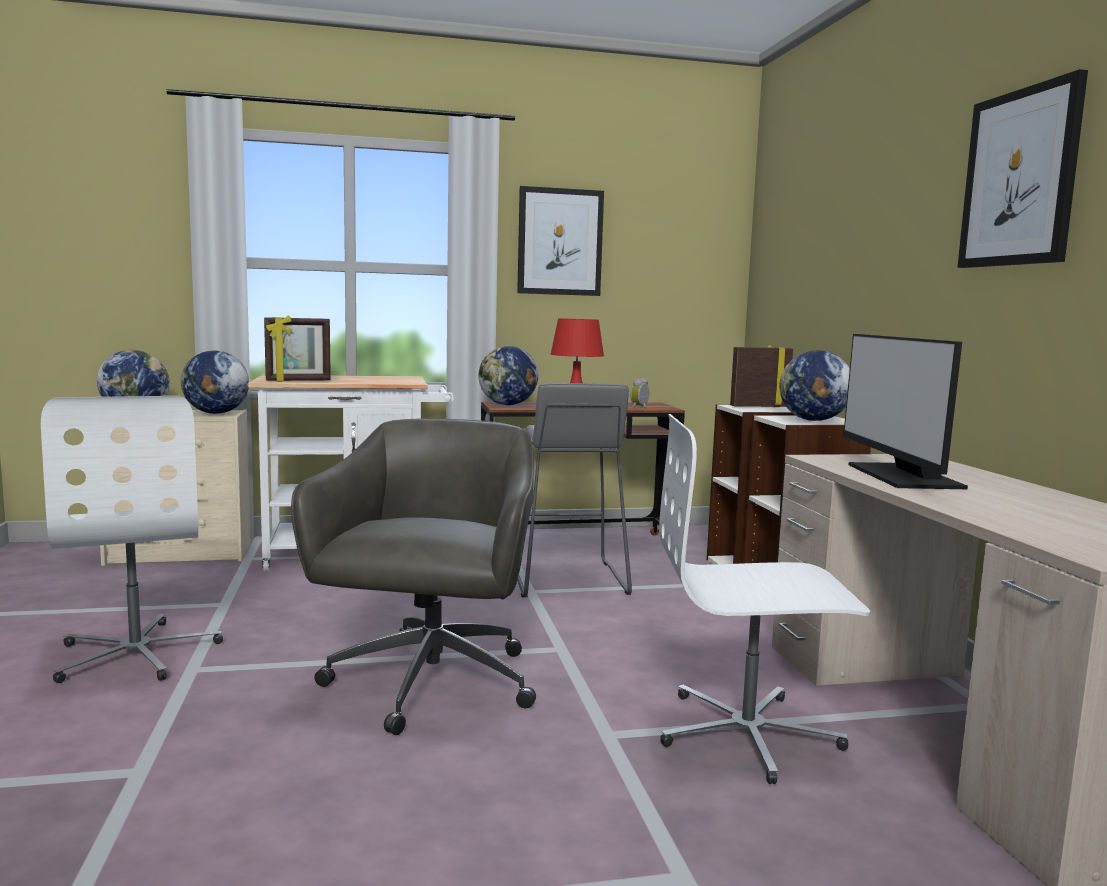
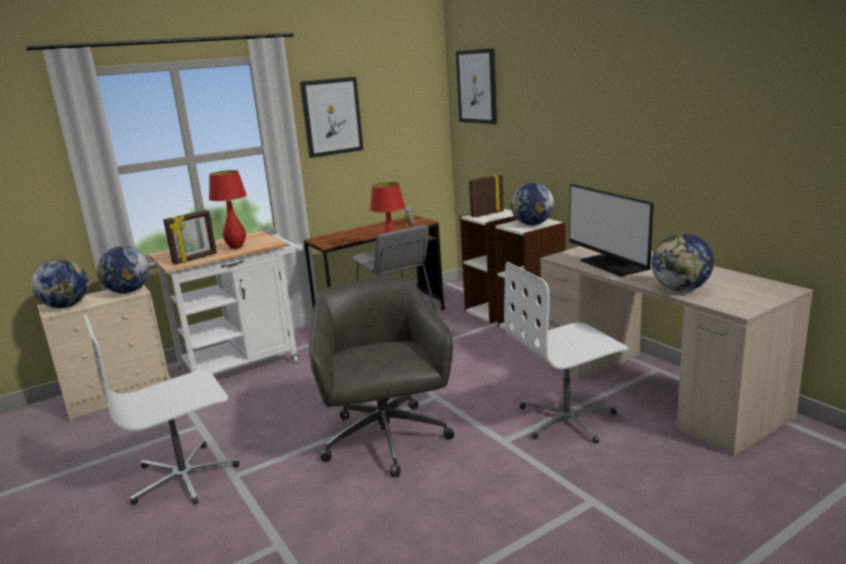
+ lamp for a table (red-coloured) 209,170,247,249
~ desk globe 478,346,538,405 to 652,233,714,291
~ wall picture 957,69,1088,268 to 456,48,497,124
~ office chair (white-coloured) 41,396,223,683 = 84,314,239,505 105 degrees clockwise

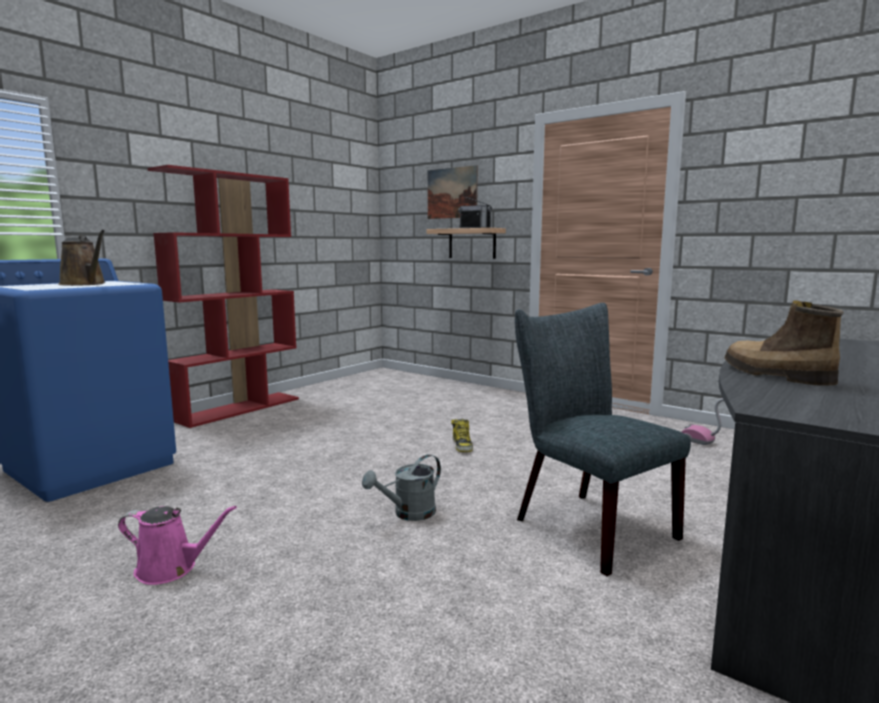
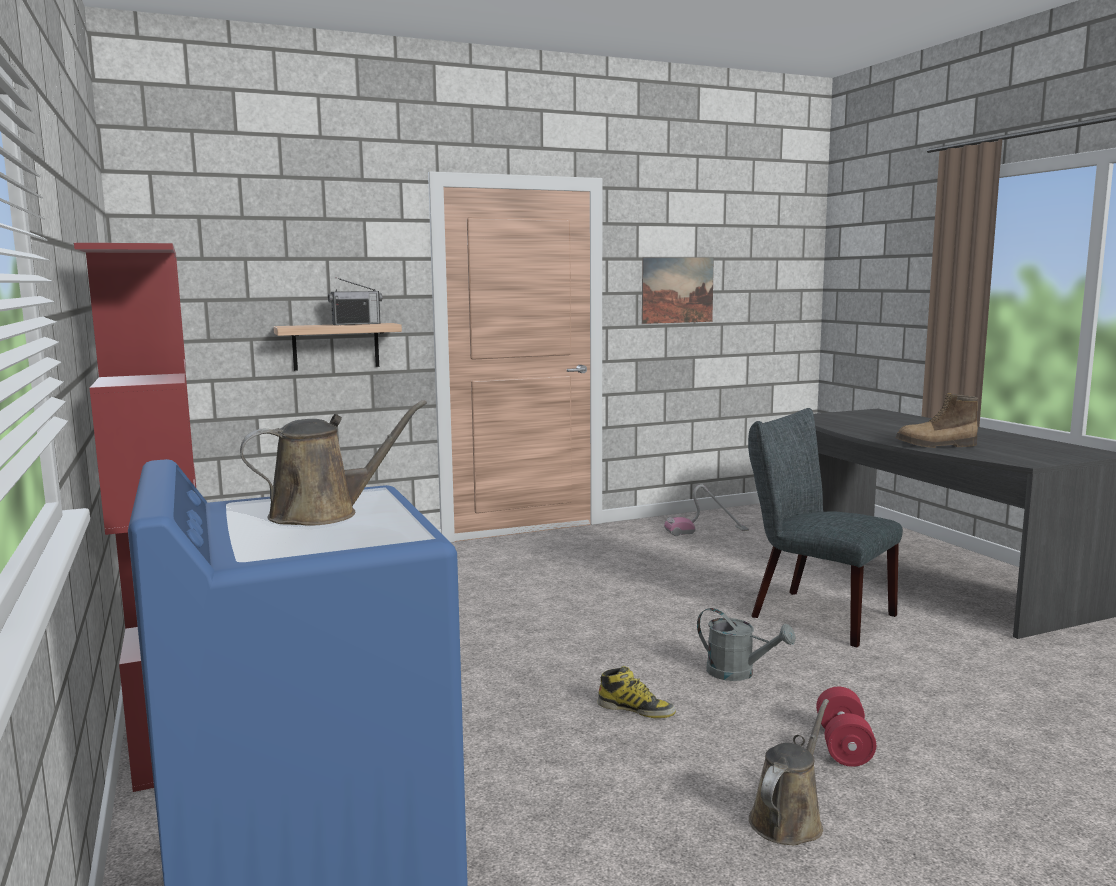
+ hand weight (red-coloured) 816,687,876,767
~ wall picture 428,165,478,219 to 642,257,714,324
~ high-top boot 451,419,473,452 to 597,666,676,718
~ watering pot (pink) 118,506,237,585 to watering pot (brownish) 749,699,829,845
~ watering pot (grey) 362,454,441,521 = 697,608,796,681 45 degrees counterclockwise
~ chair (grey) 515,303,691,576 = 748,408,903,647 45 degrees clockwise

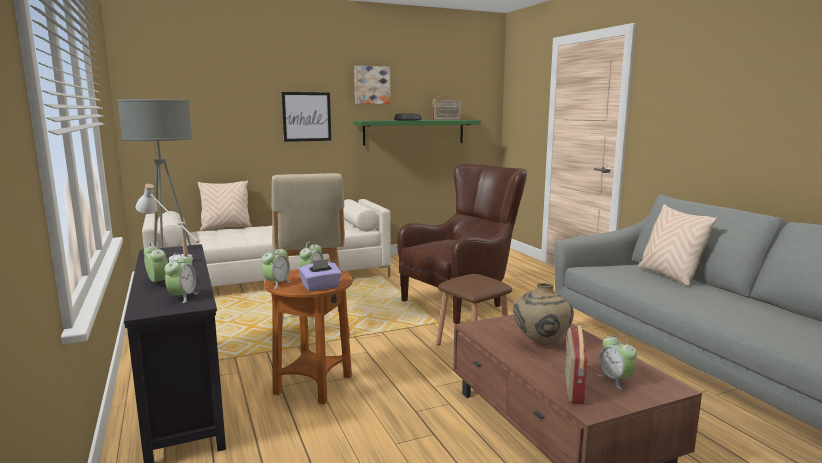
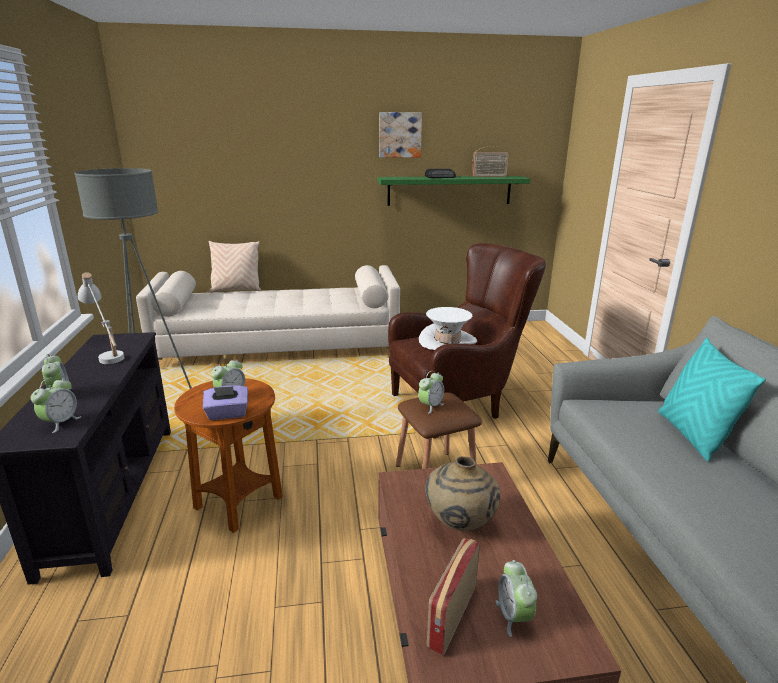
- stool (beige-coloured) 271,173,350,337
- wall picture 282,92,331,142
+ hat (white-coloured) 419,307,477,350
~ alarm clock 262,246,291,289 to 418,371,444,414
~ pillow (beige-coloured) 638,204,717,286 to pillow (turquoise-coloured) 658,338,766,462

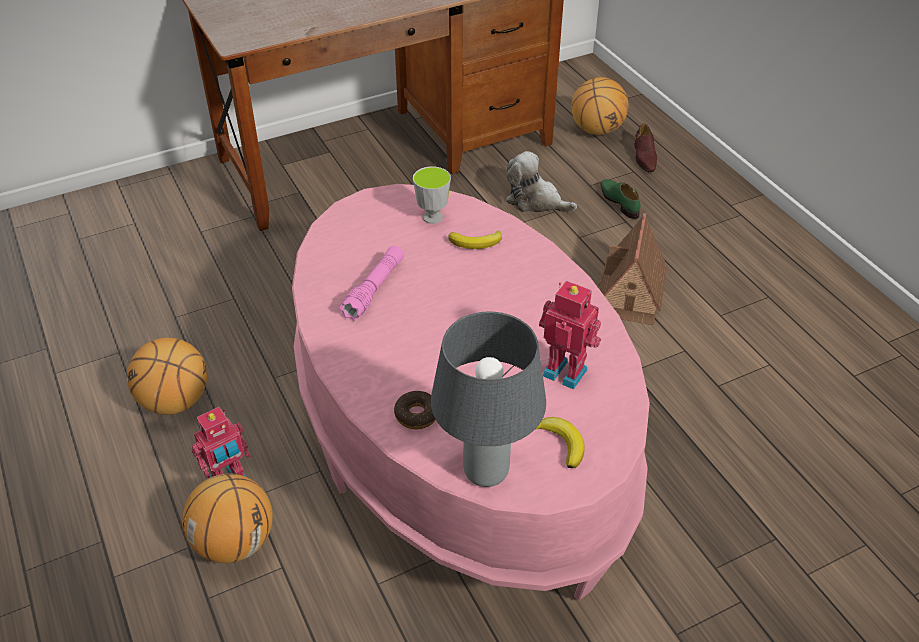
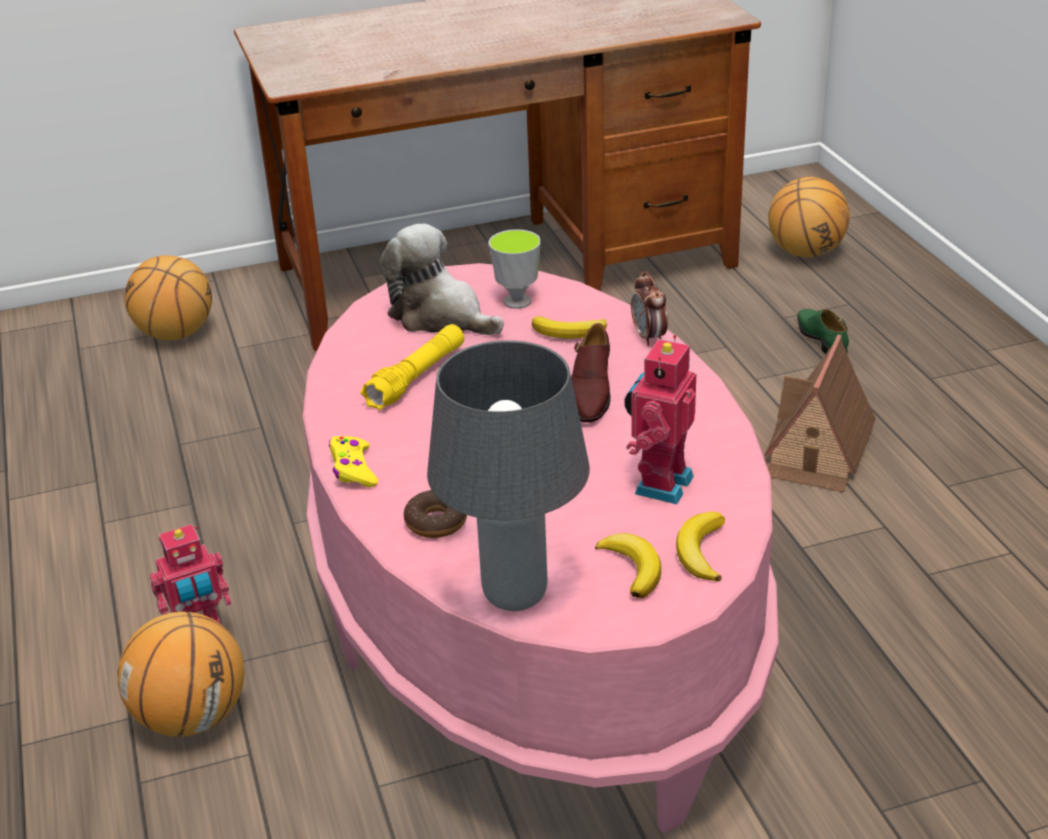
+ joypad (yellow) 329,436,378,487
+ alarm clock 631,271,668,346
+ banana fruit 676,511,725,582
~ ball for basketball 127,338,207,415 to 125,255,212,340
~ cuddly toy 506,151,577,212 to 380,223,504,335
~ low shoe (brownish) 634,123,657,172 to 571,323,611,423
~ torch (pink) 339,246,404,321 to torch (yellow) 360,324,464,410
~ toy robot 539,281,601,390 = 625,335,696,504 105 degrees counterclockwise

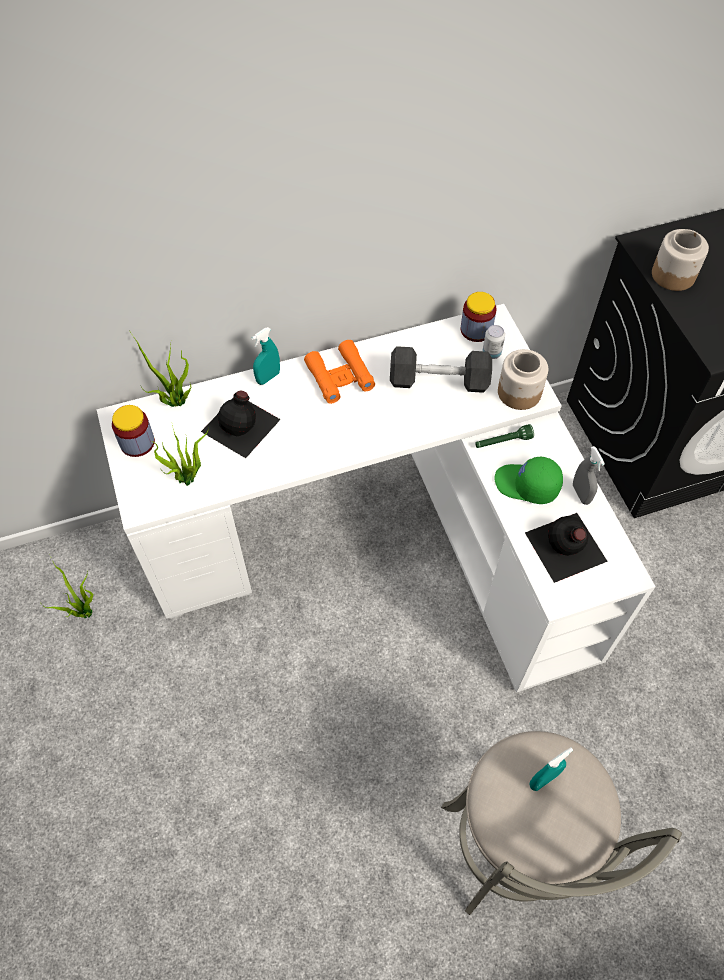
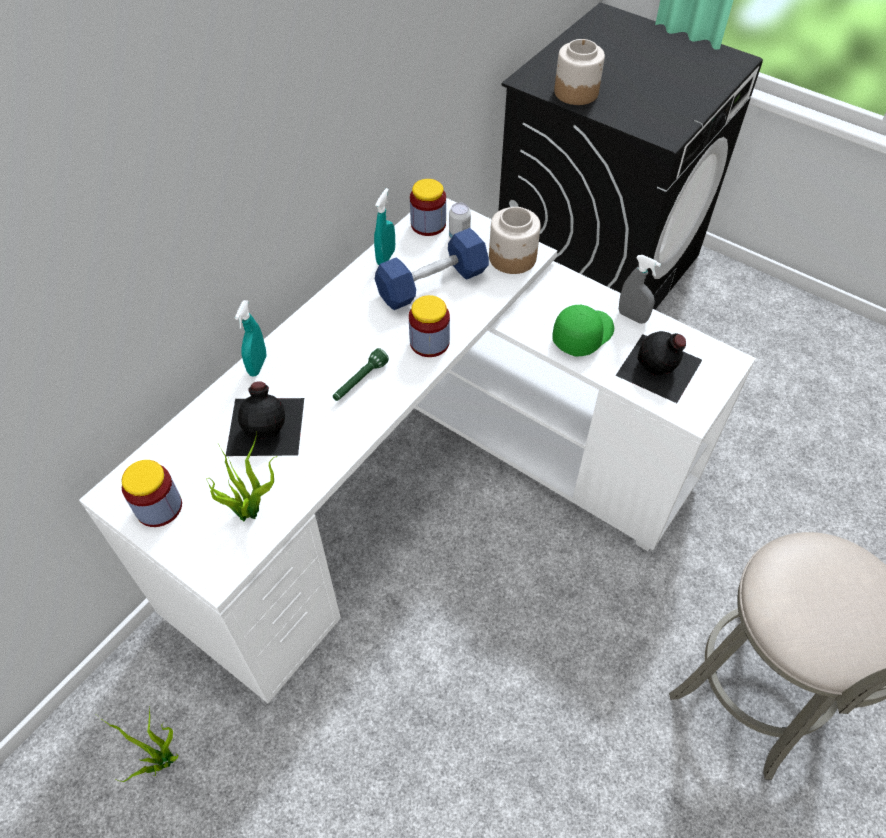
- houseplant 130,332,191,407
- pair of binoculars (orange-coloured) 304,340,375,404
+ storage jar 409,295,450,357
~ torch (greenish) 475,424,534,448 to 333,348,389,401
~ spray bottle (turquoise-coloured) 529,748,573,791 to 374,188,395,265
~ hand weight (grey) 390,346,492,393 to hand weight (bluish) 375,228,489,310
~ cap (greenish) 494,457,563,504 = 552,304,614,356 150 degrees clockwise

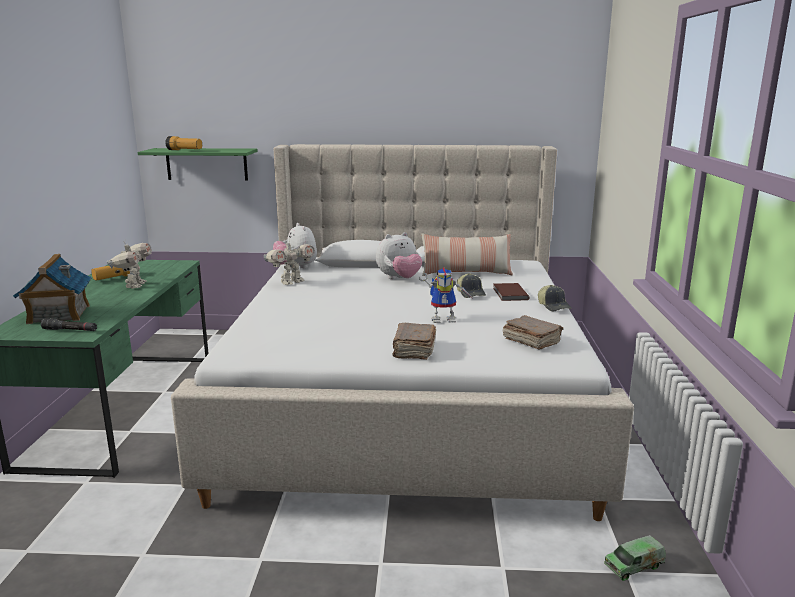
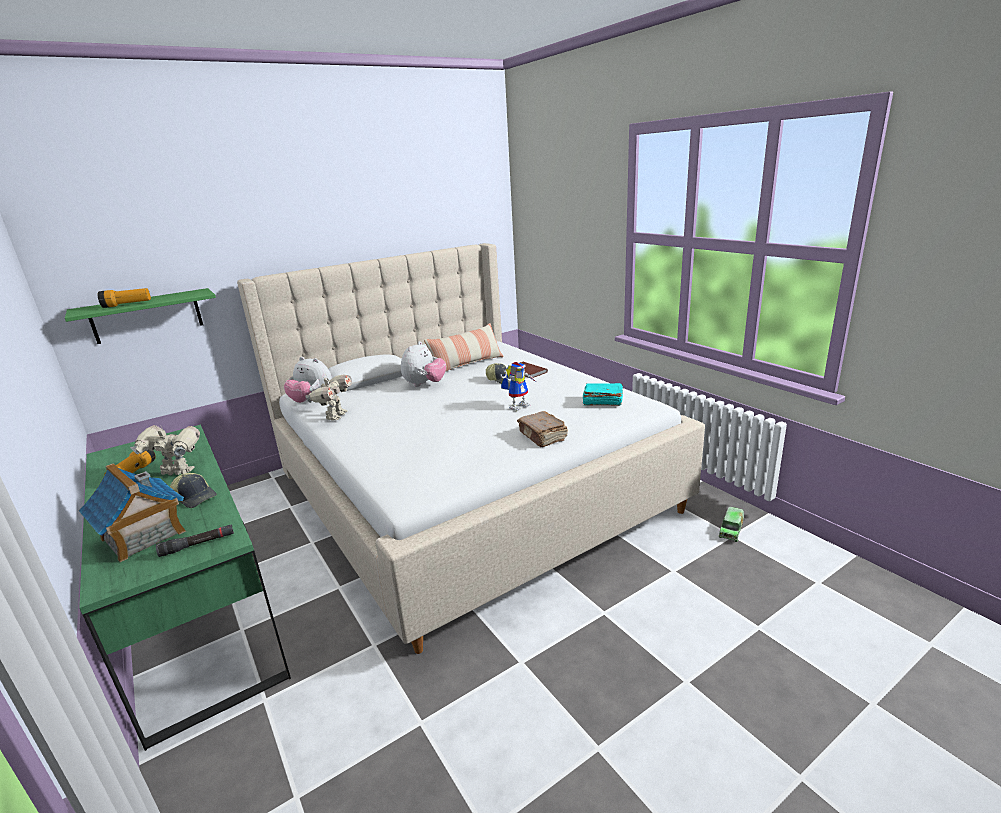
~ cap 538,285,571,311 to 170,473,217,508
~ book (brownish) 503,315,563,349 to book (turquoise-coloured) 582,383,623,406
~ toy robot 107,242,152,289 = 130,425,200,475 45 degrees counterclockwise

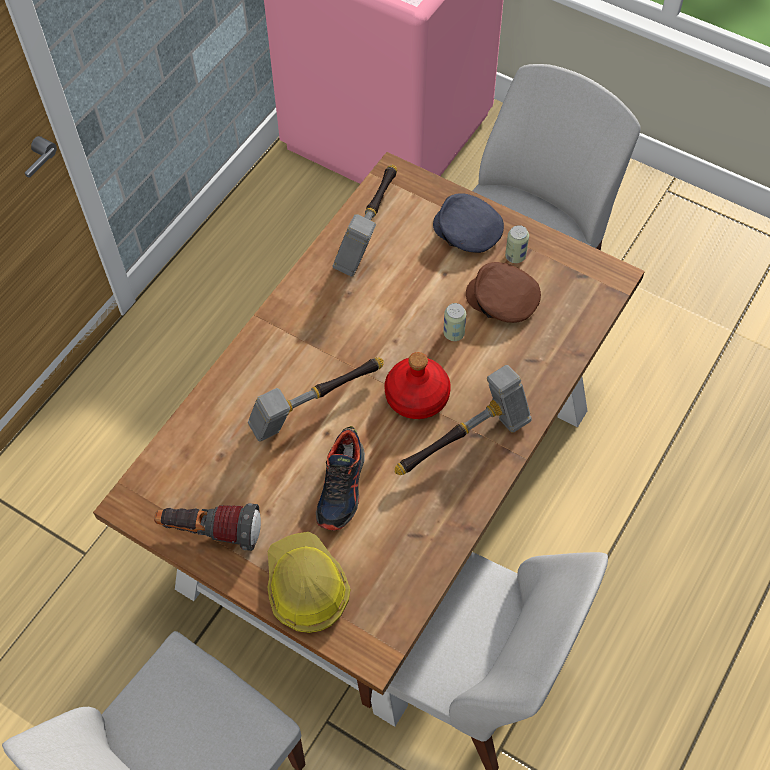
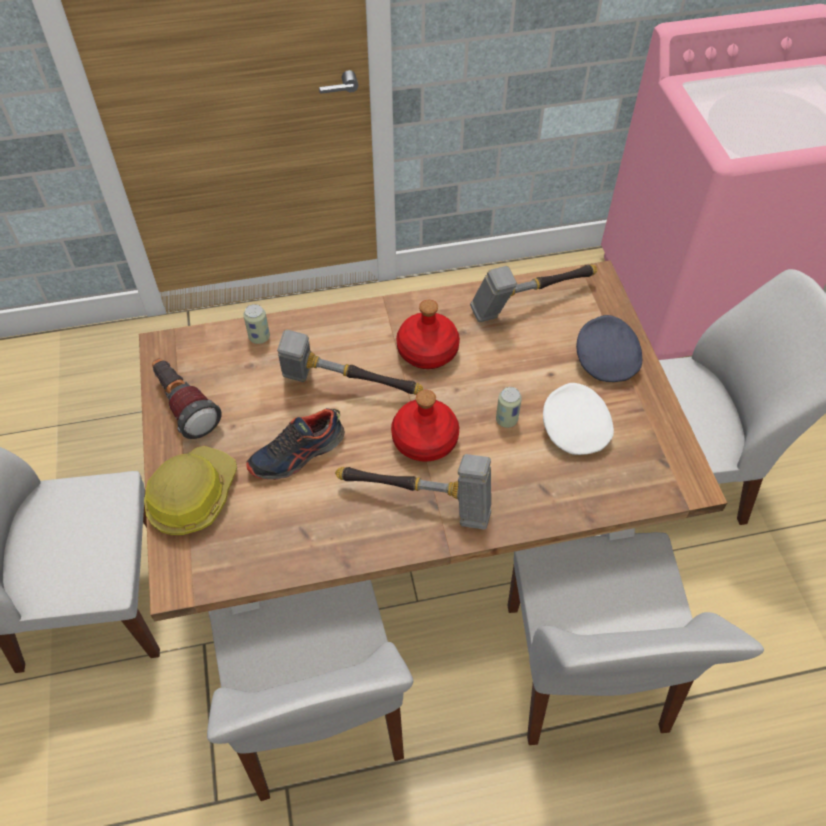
+ drink bottle (red-coloured) 396,300,460,369
+ chair (white-coloured) 508,532,764,745
~ can 505,225,529,263 to 243,304,270,344
~ cap (brownish) 466,262,541,323 to cap (white-coloured) 543,383,614,455

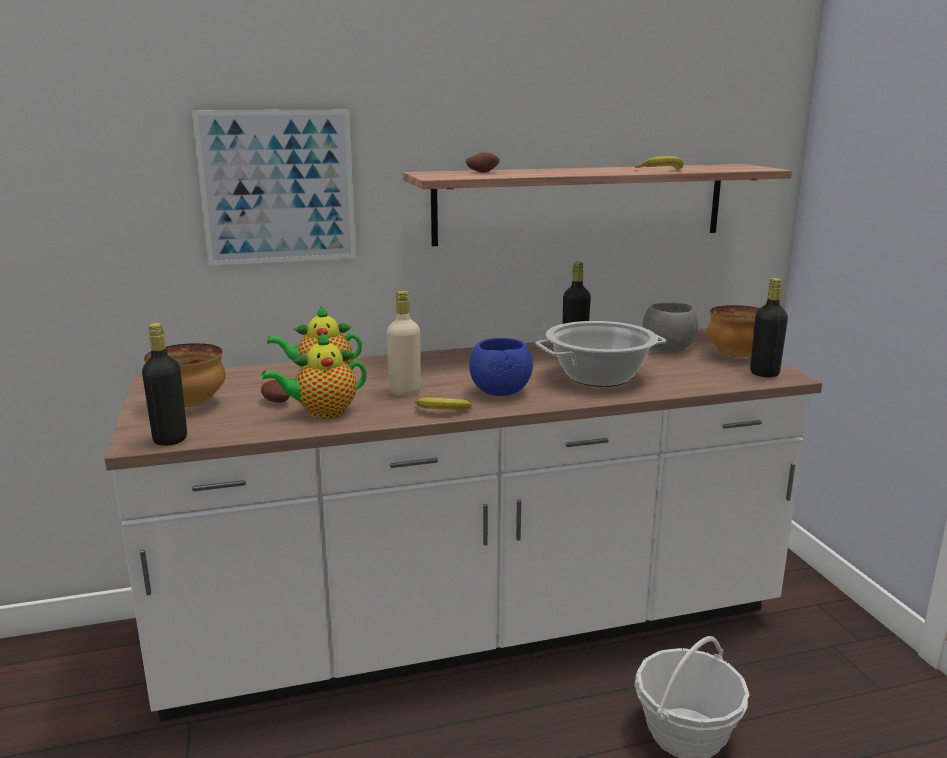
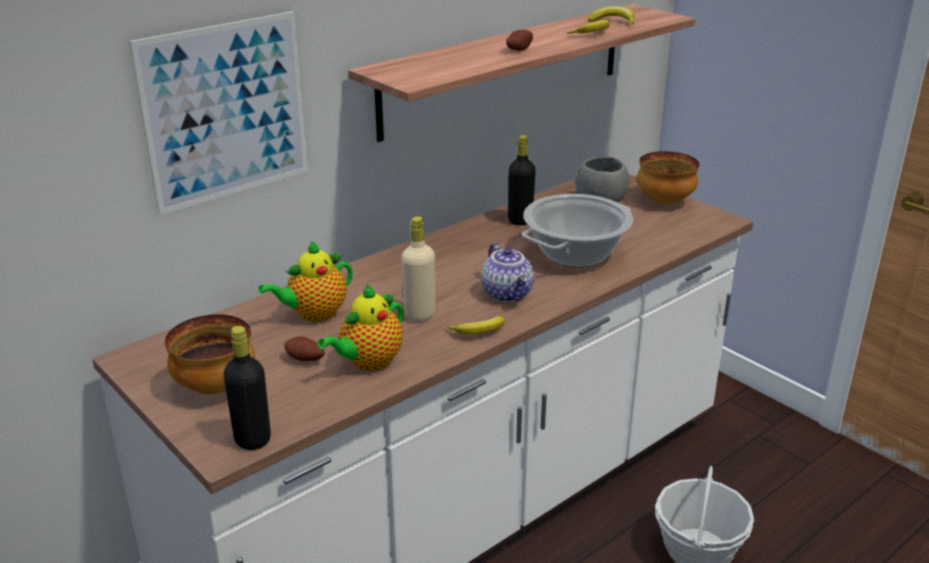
- drink bottle (black-coloured) 750,278,788,377
+ banana fruit 588,6,635,25
~ spud 466,153,500,173 to 506,30,533,51
~ bowl (bluish) 469,338,533,396 to pot for tea 481,242,534,302

